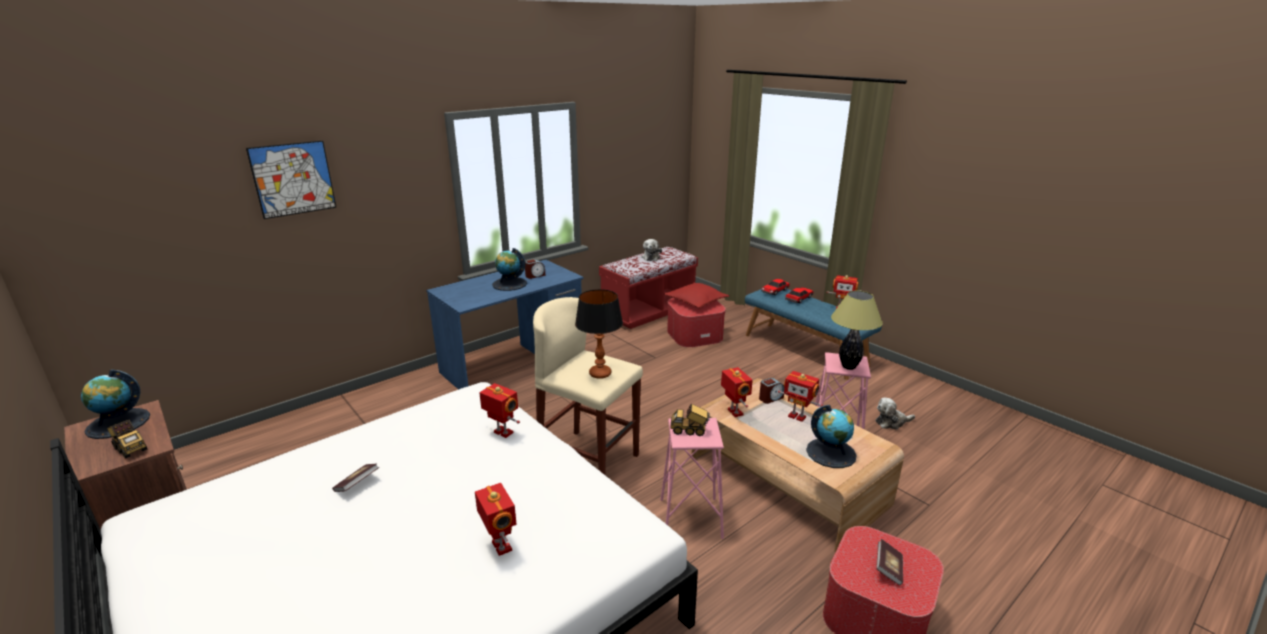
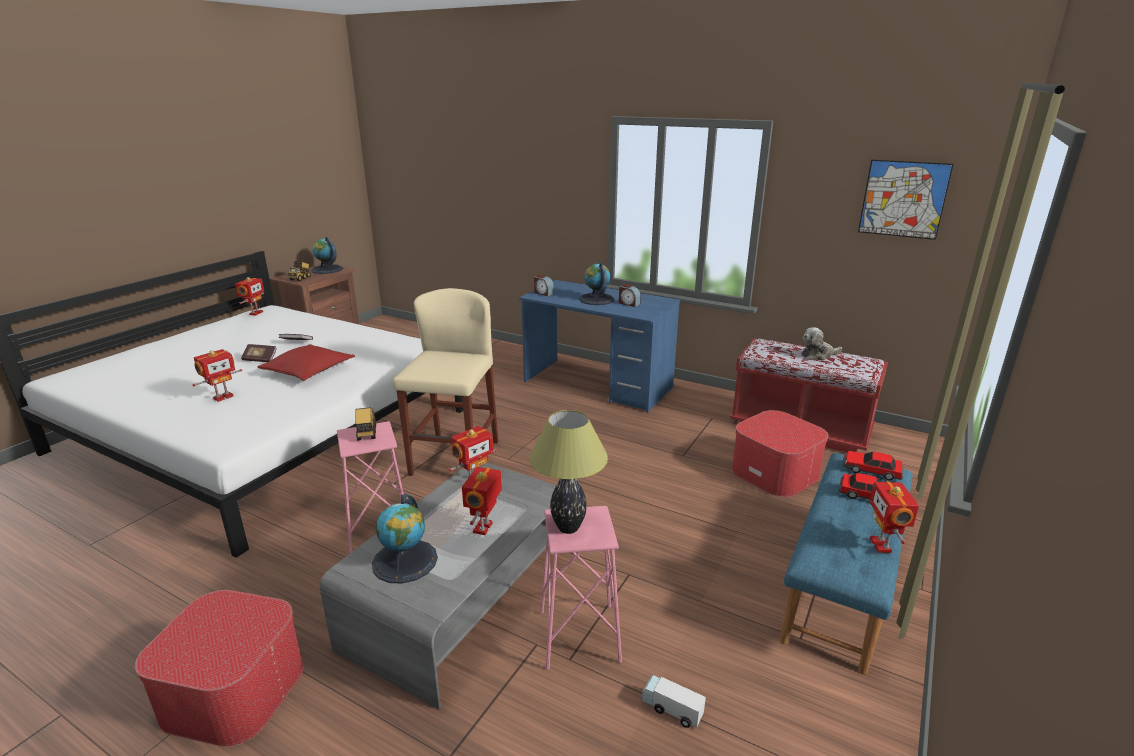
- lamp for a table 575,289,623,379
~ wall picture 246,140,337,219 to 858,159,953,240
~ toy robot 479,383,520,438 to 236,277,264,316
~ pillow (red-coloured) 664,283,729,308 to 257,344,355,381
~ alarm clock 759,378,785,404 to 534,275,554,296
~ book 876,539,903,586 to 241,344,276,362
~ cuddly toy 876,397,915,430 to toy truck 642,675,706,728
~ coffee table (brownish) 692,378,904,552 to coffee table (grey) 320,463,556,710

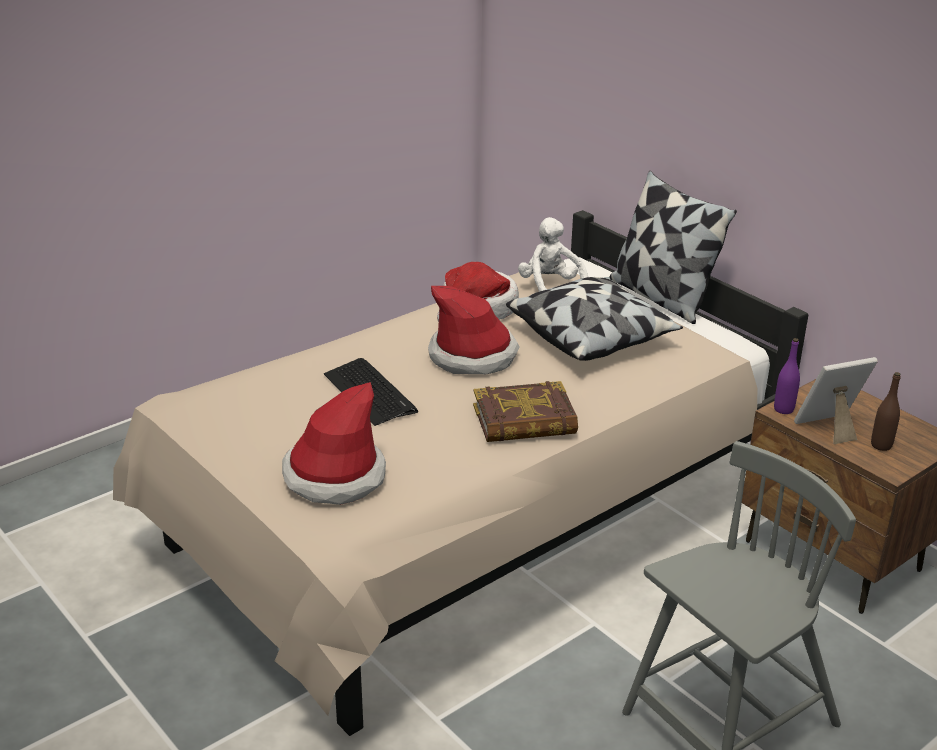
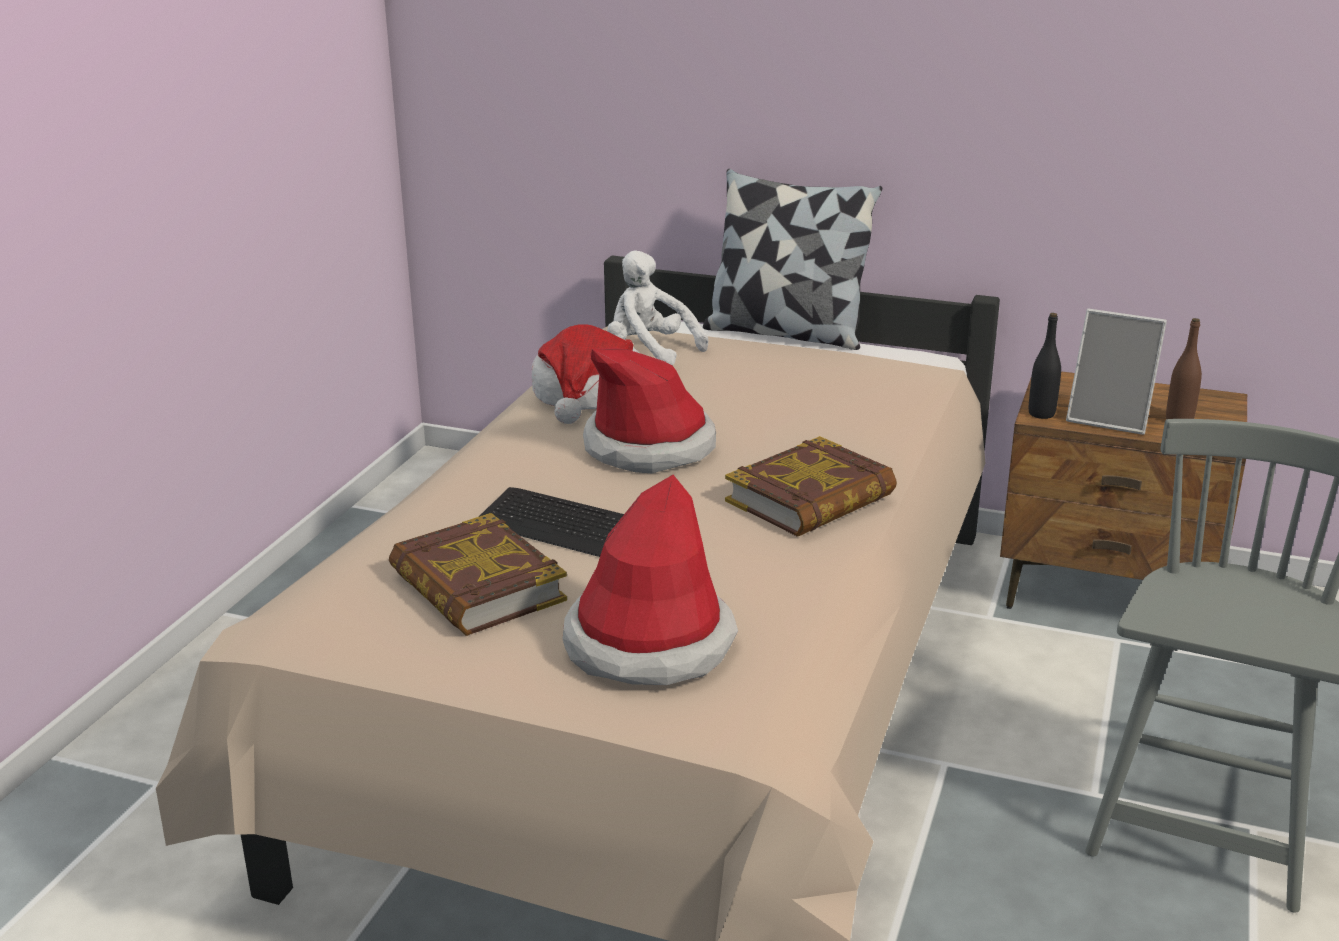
- pillow 506,277,683,361
+ book 389,513,567,636
~ drink bottle (purplish) 774,338,800,414 to drink bottle (black-coloured) 1029,313,1061,419
~ picture frame 794,357,878,444 = 1066,308,1167,435 105 degrees counterclockwise

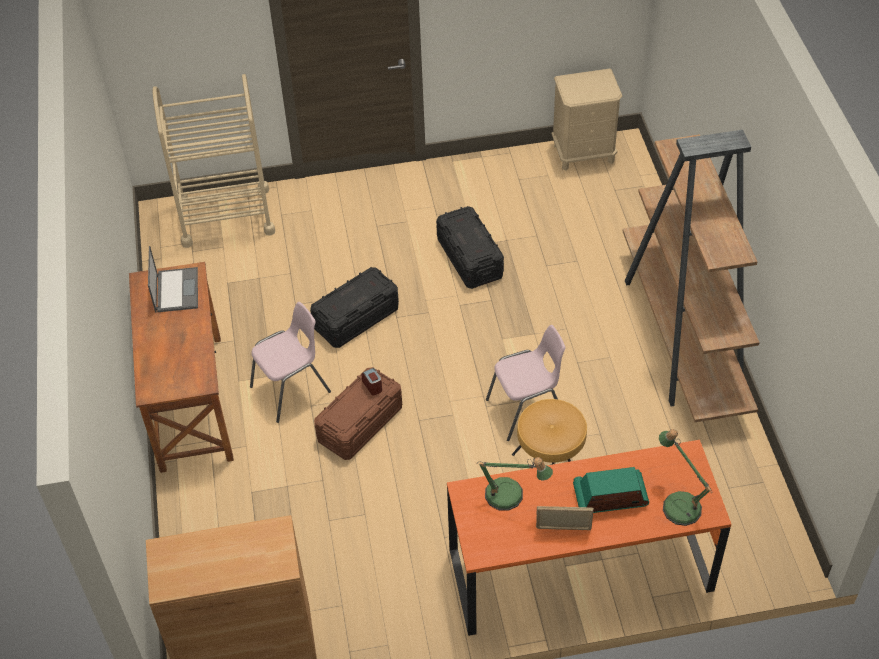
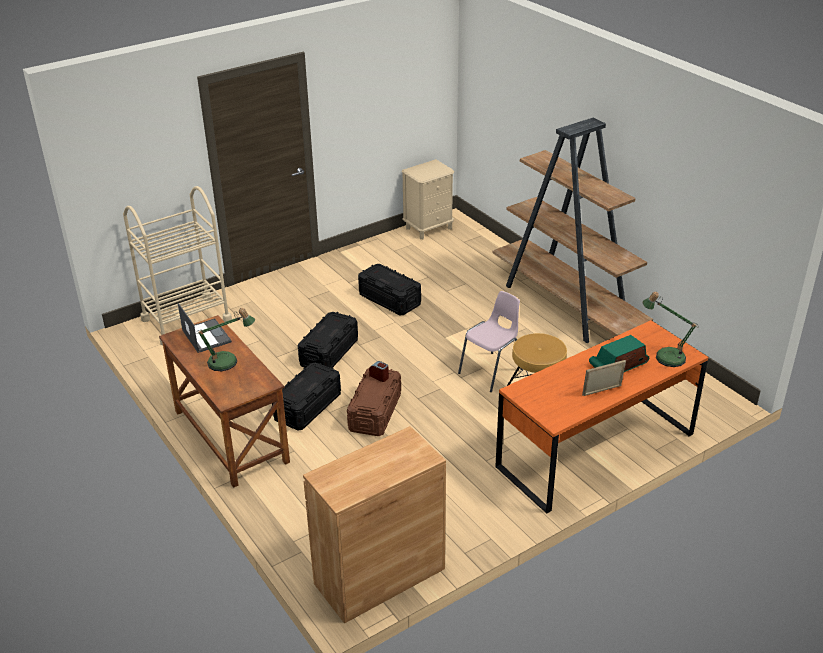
~ lamp for a table 477,457,553,511 to 196,308,255,371
~ chair (pink) 250,302,331,423 to storage container (black-coloured) 272,363,341,430

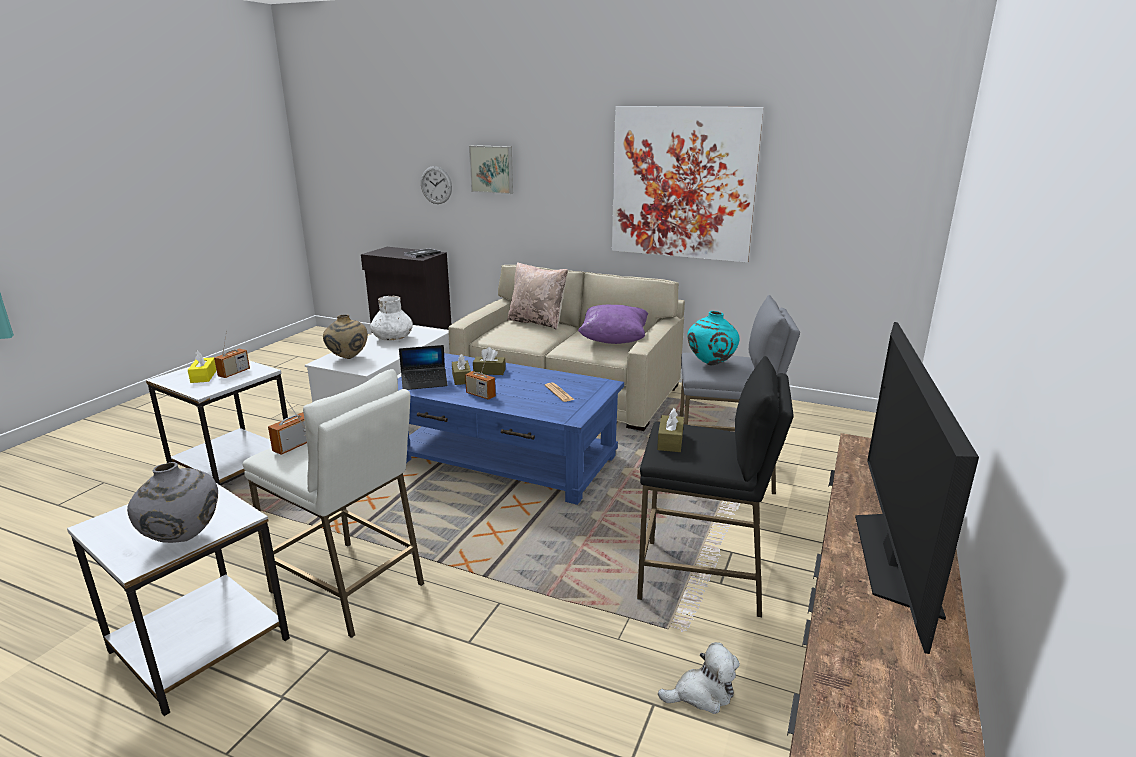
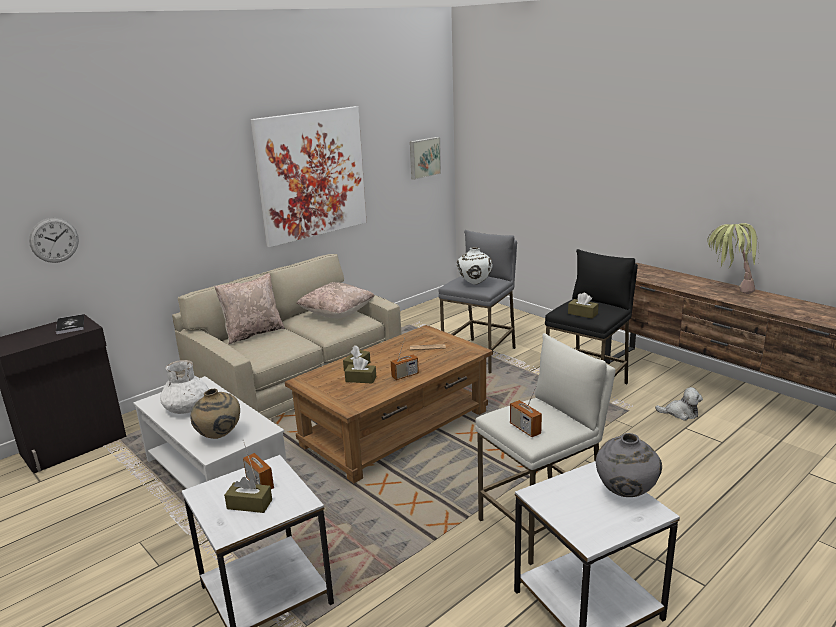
- notebook computer 399,345,448,390
~ wall picture 469,145,513,194 to 410,137,441,180
~ TV 855,322,979,654 to houseplant 707,223,759,294
~ tissue box (yellow) 188,351,217,383 to tissue box (brownish) 224,477,272,513
~ coffee table (bluish) 398,353,624,505 to coffee table (brownish) 285,325,493,483
~ pillow (purplish) 578,305,648,344 to pillow (beige-coloured) 296,282,374,318
~ vase (turquoise-coloured) 687,311,739,365 to vase (white-coloured) 457,247,493,285
~ cuddly toy 658,642,740,714 = 655,387,703,420 90 degrees clockwise

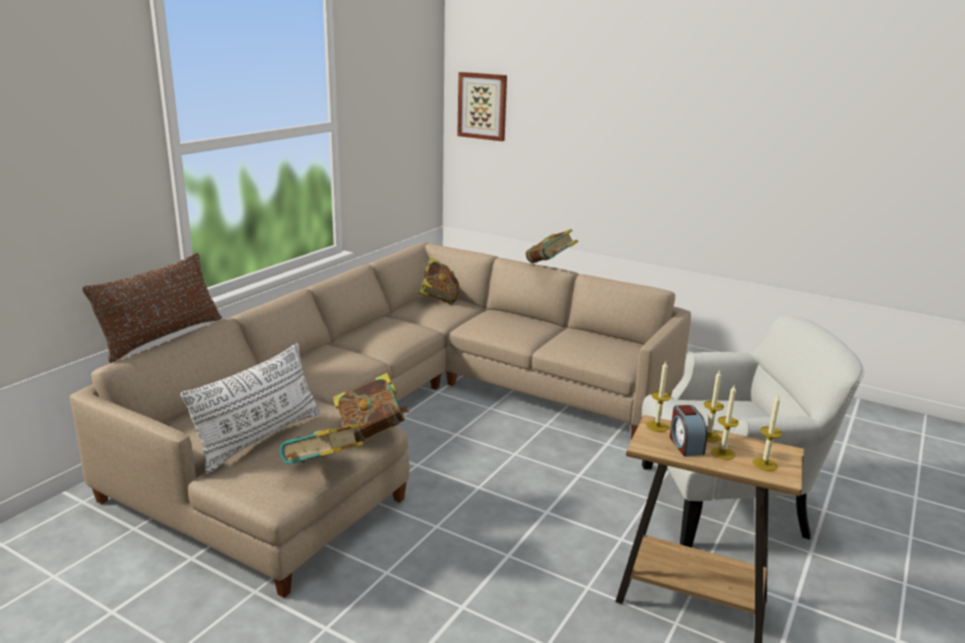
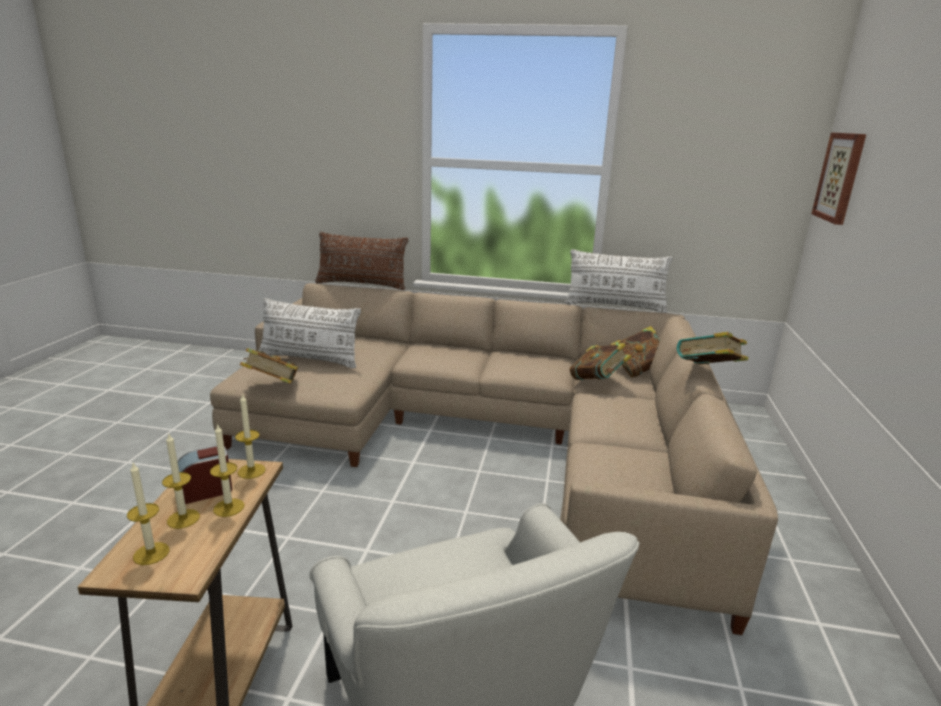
+ pillow (white-coloured) 565,249,673,313
~ book 333,373,409,442 to 570,343,632,380

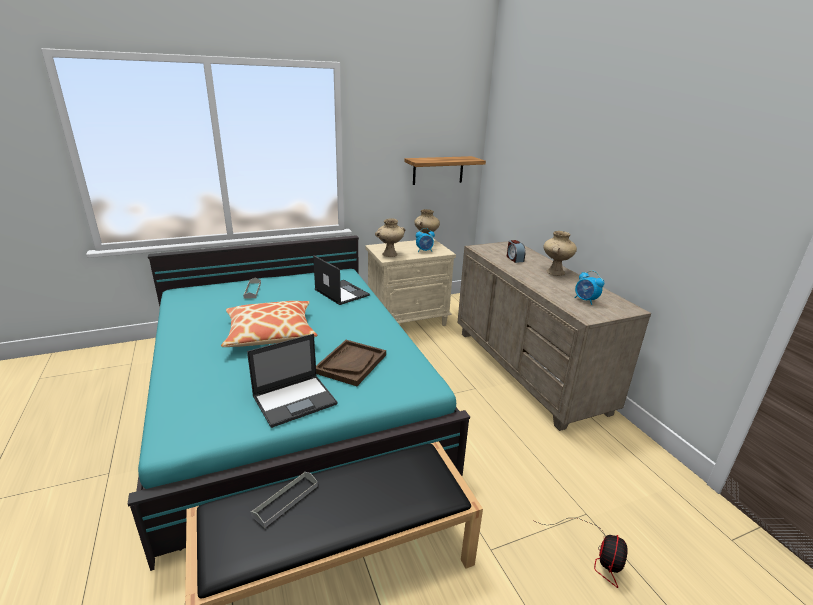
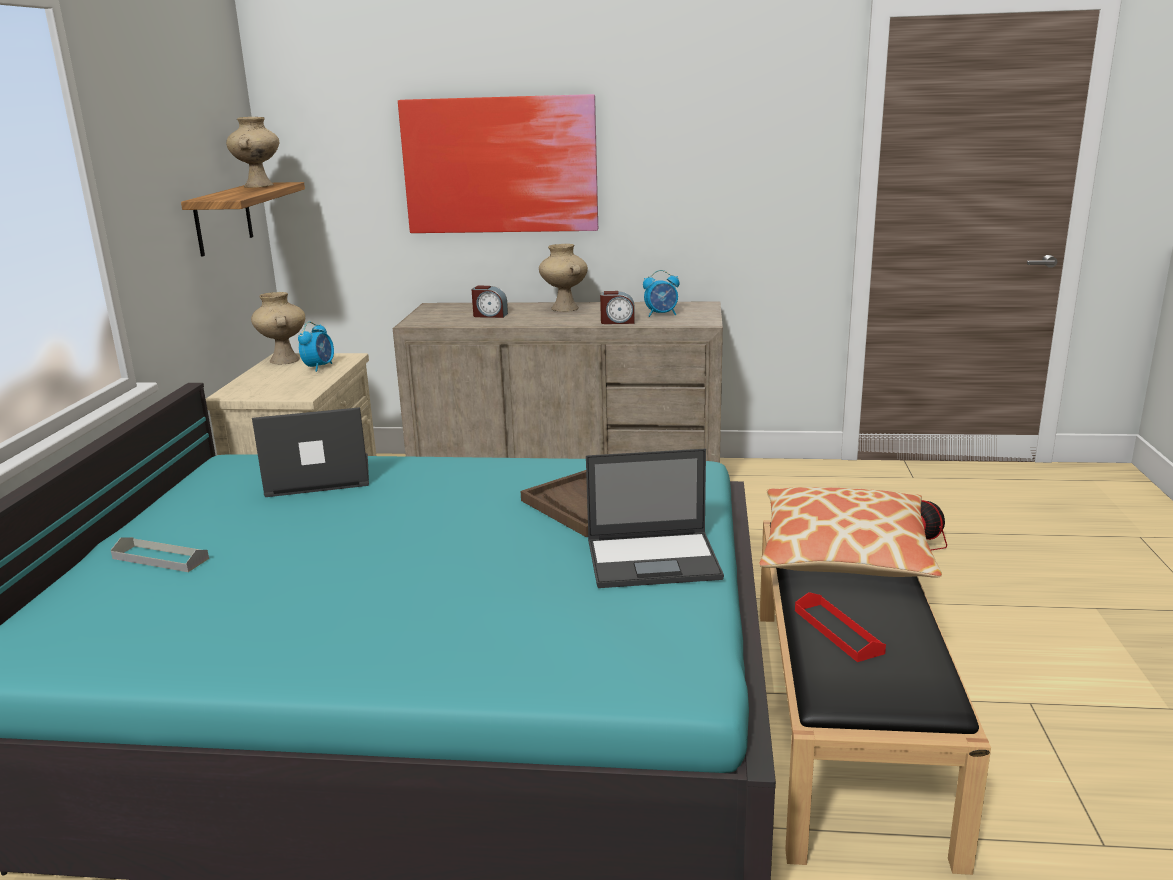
+ wall picture 398,94,598,233
+ alarm clock 600,291,635,324
~ pillow 221,301,318,347 to 759,487,942,578
~ vase (beige-coloured) 375,218,405,257 to 226,117,279,188
~ tray (grey) 251,472,318,528 to tray (red-coloured) 795,592,886,662
~ notebook computer 247,334,338,428 = 586,448,724,588 90 degrees clockwise

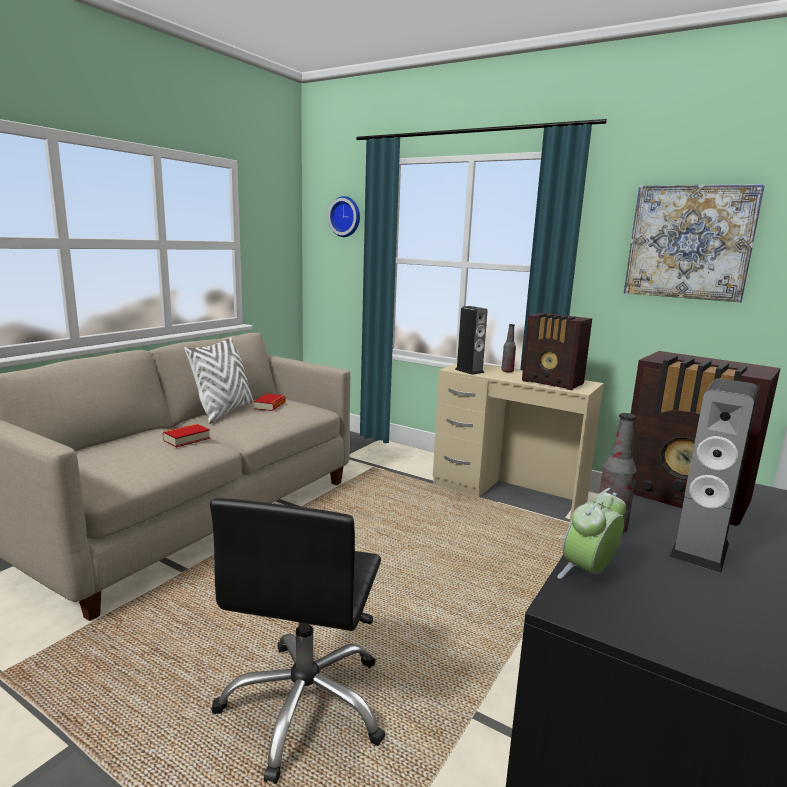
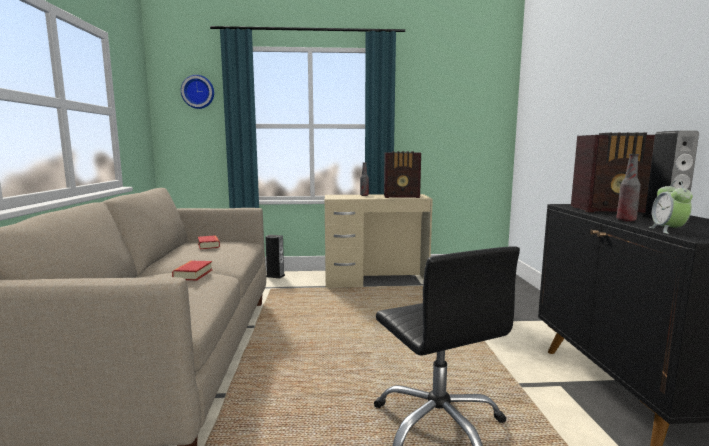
- pillow (white-coloured) 184,337,253,424
- wall picture 624,184,765,302
~ loudspeaker 455,306,488,375 to 265,235,285,279

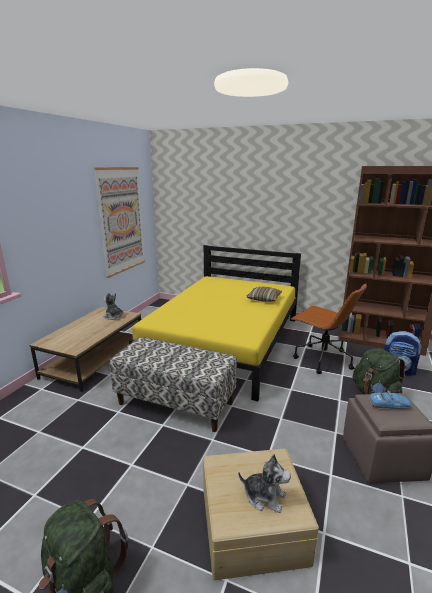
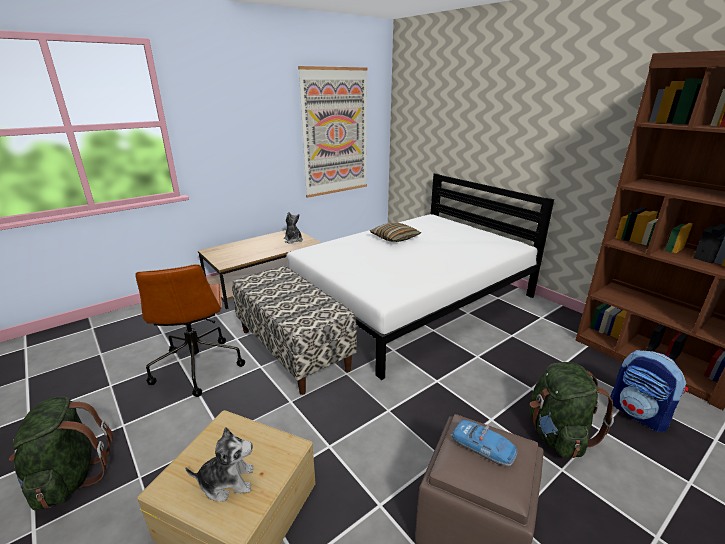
~ pillow 247,287,282,302 to 370,223,421,242
~ office chair (brownish) 292,284,367,374 to 135,264,245,397
~ bedroom bed (yellow) 129,245,301,401 to bedroom bed (white-coloured) 286,173,554,380
~ cuddly toy 238,454,291,513 = 185,427,254,502 60 degrees counterclockwise

